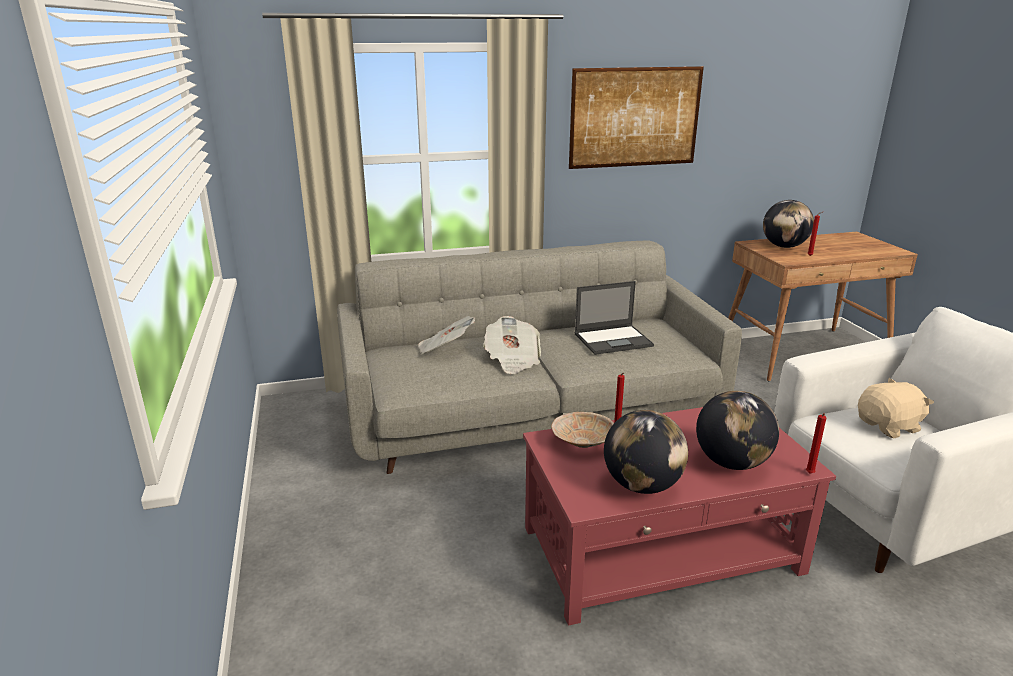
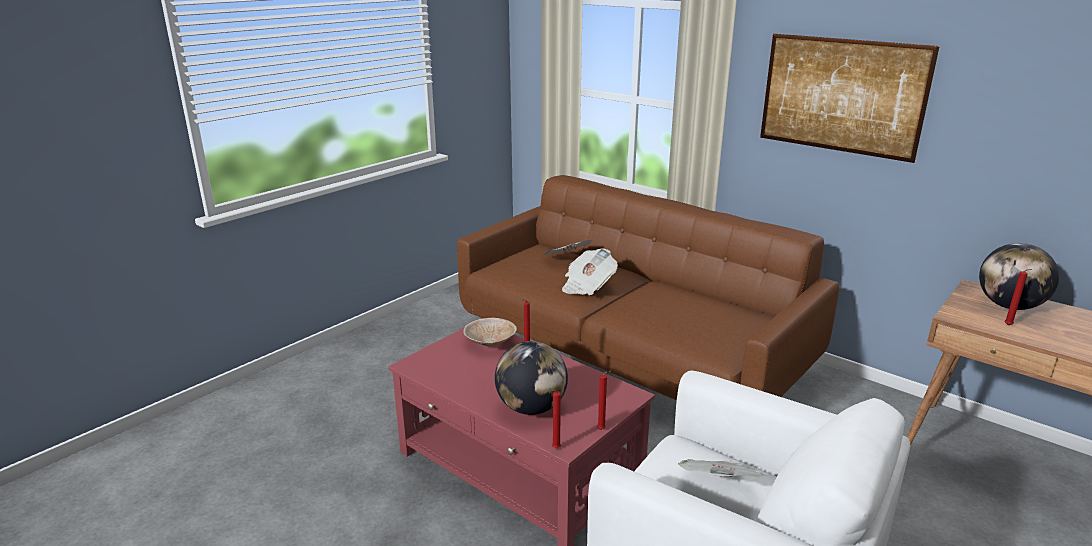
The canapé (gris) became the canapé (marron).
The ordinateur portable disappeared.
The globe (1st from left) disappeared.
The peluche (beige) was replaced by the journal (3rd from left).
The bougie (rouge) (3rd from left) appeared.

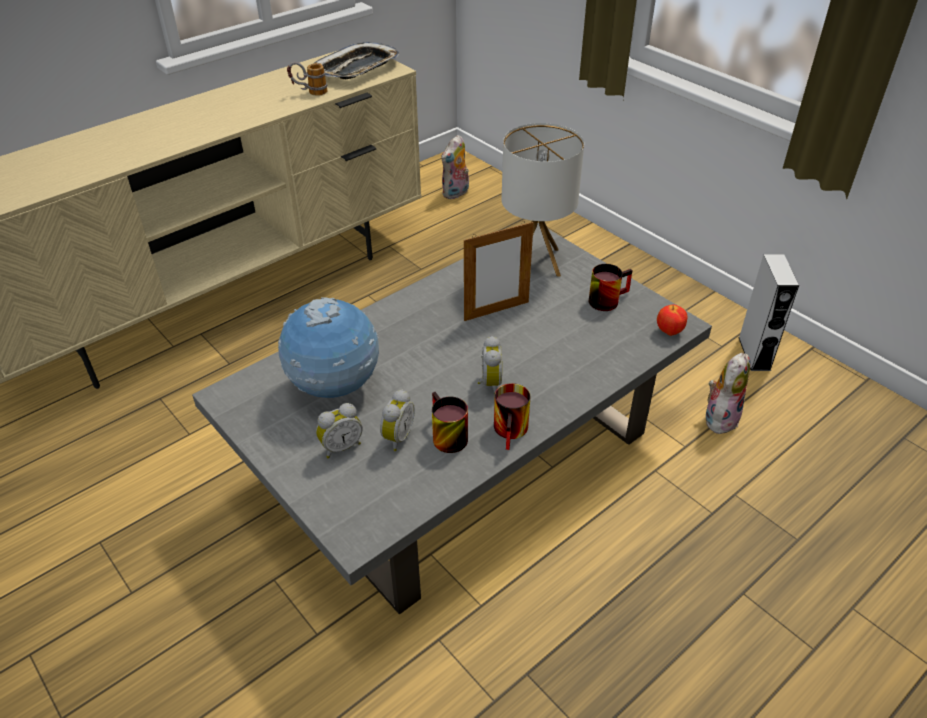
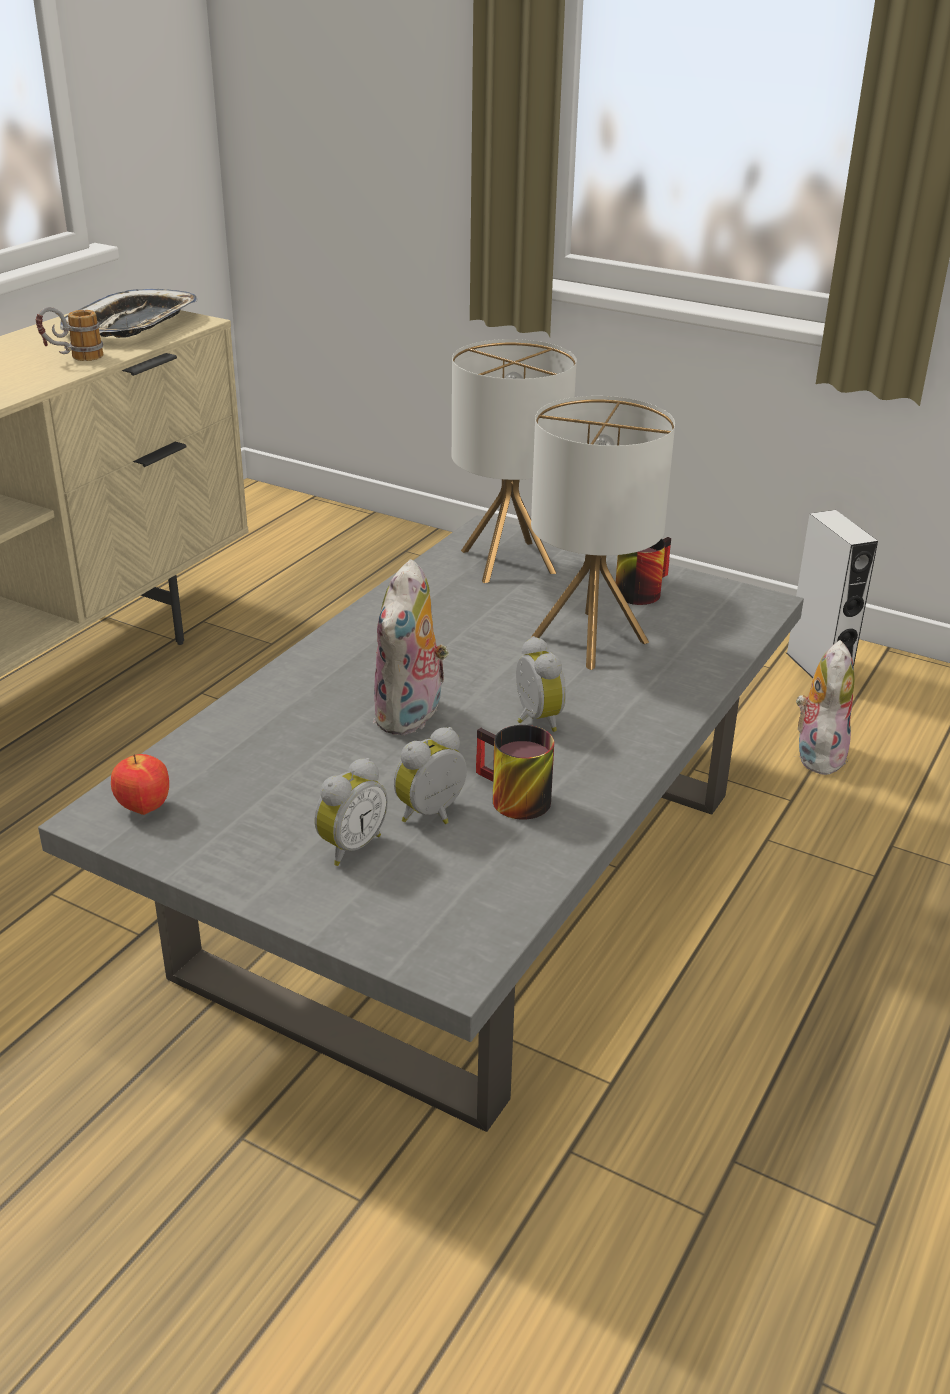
The globe disappeared.
The réveil (2nd from left) turned 135 degrees counterclockwise.
The peluche (1st from left) moved.
The cadre photo disappeared.
The mug (3rd from left) disappeared.
The pomme moved.
The lampe de table (2nd from left) appeared.

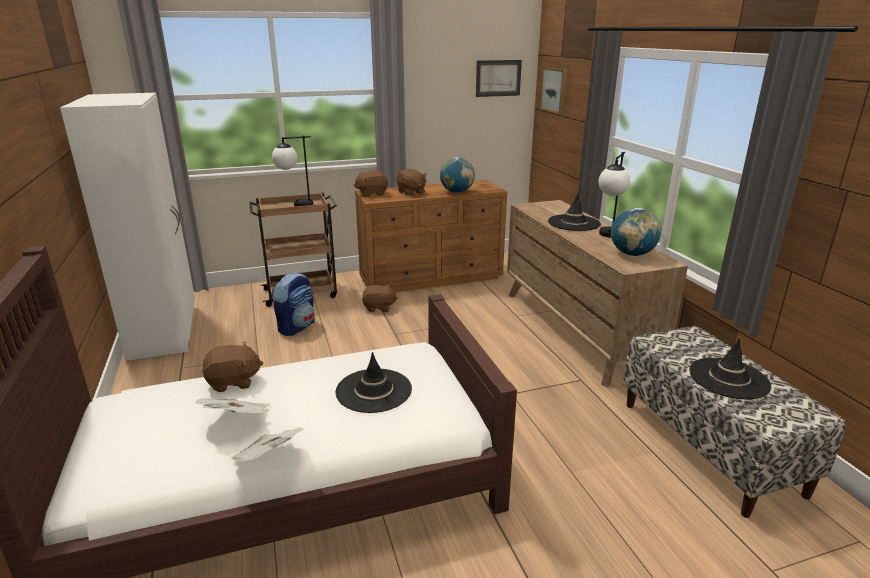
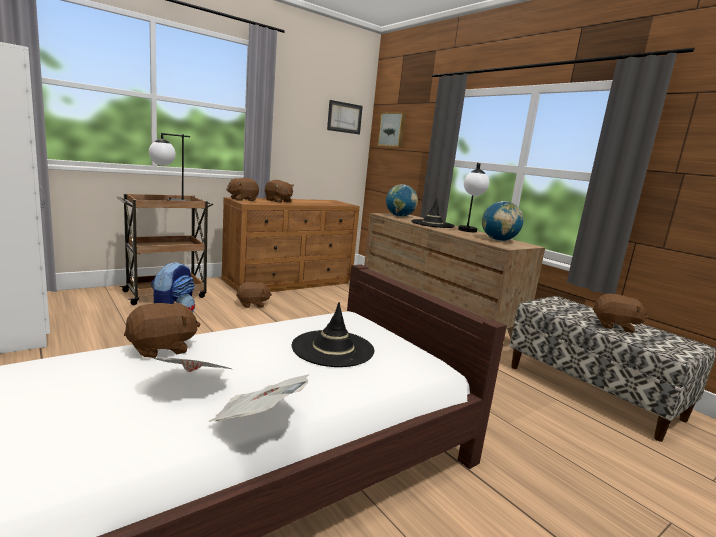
The globe (1st from left) moved.
The chapeau (noir) (3rd from left) was replaced by the peluche (marron) (5th from left).

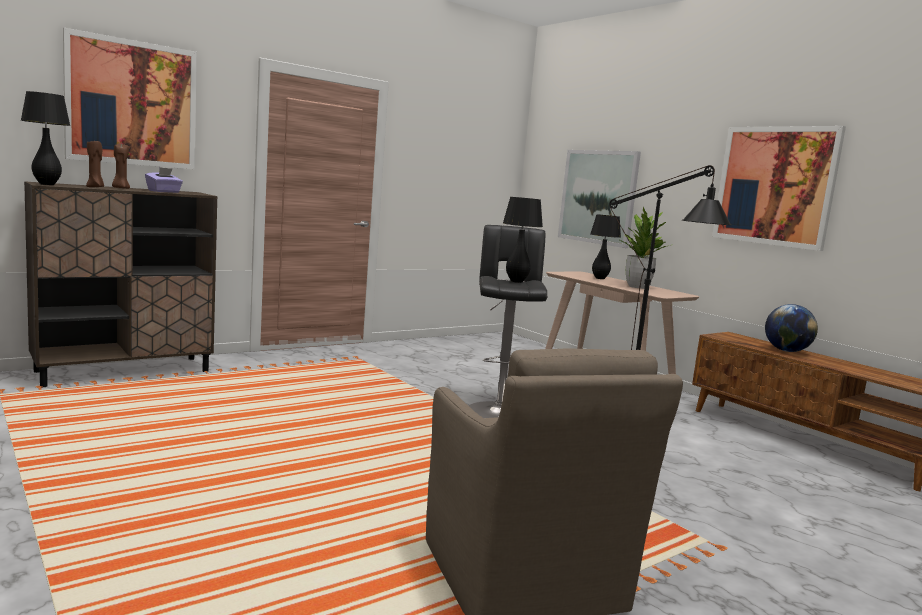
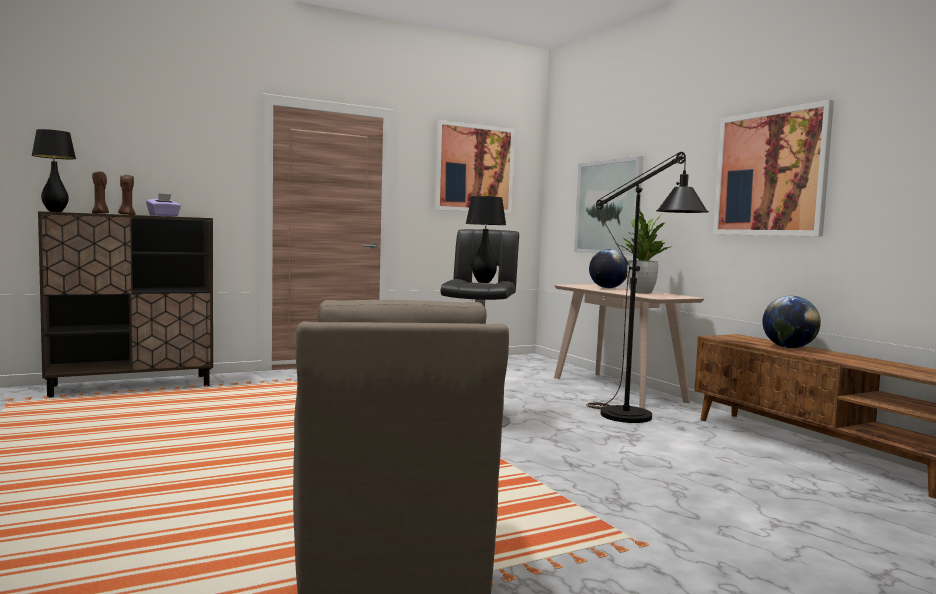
The tableau (1st from left) moved.
The lampe de table (noir) (3rd from left) was replaced by the globe (1st from left).

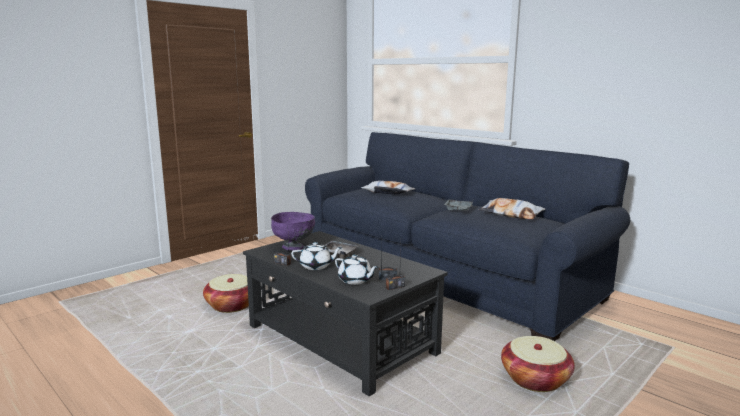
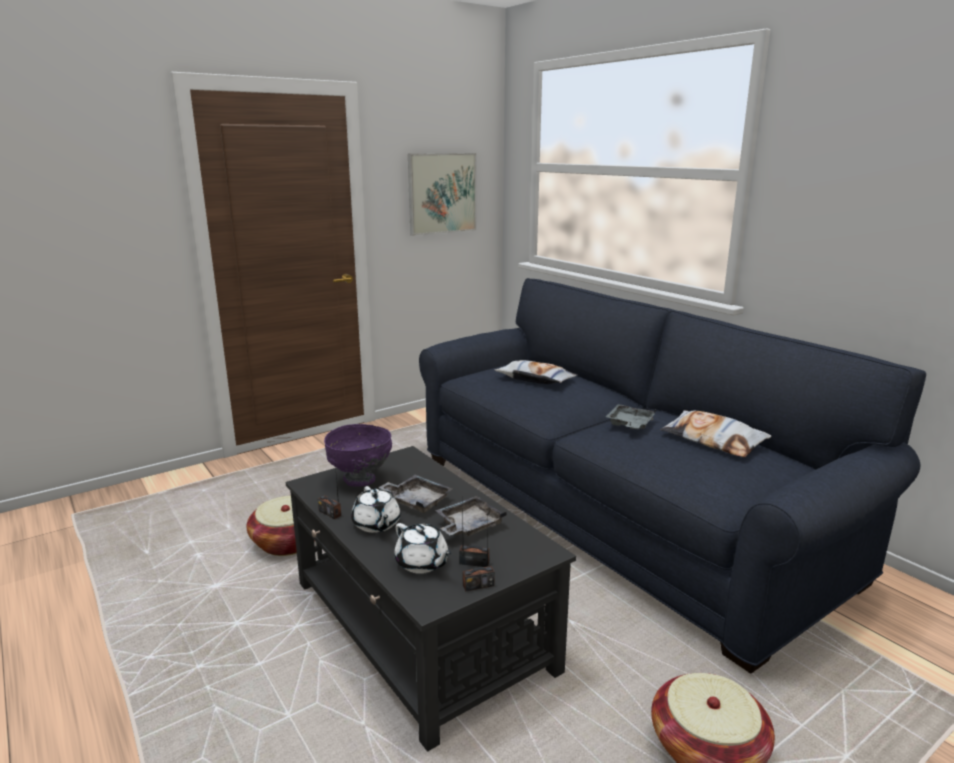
The théière (blanc) (1st from left) turned 60 degrees clockwise.
The tableau appeared.
The plateau (gris) (2nd from left) appeared.

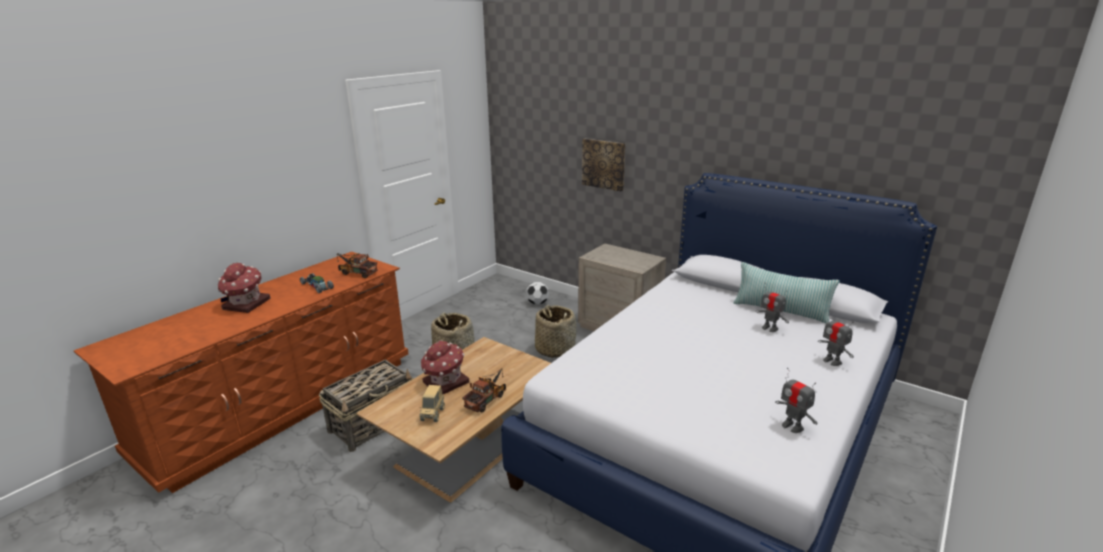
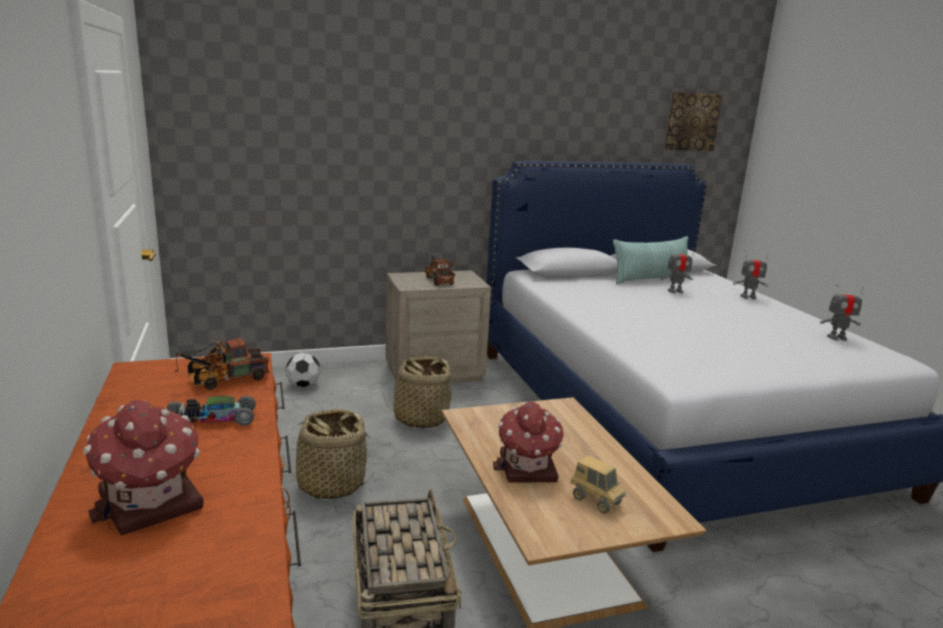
The camion jouet (3rd from left in the first image) moved.
The tableau moved.

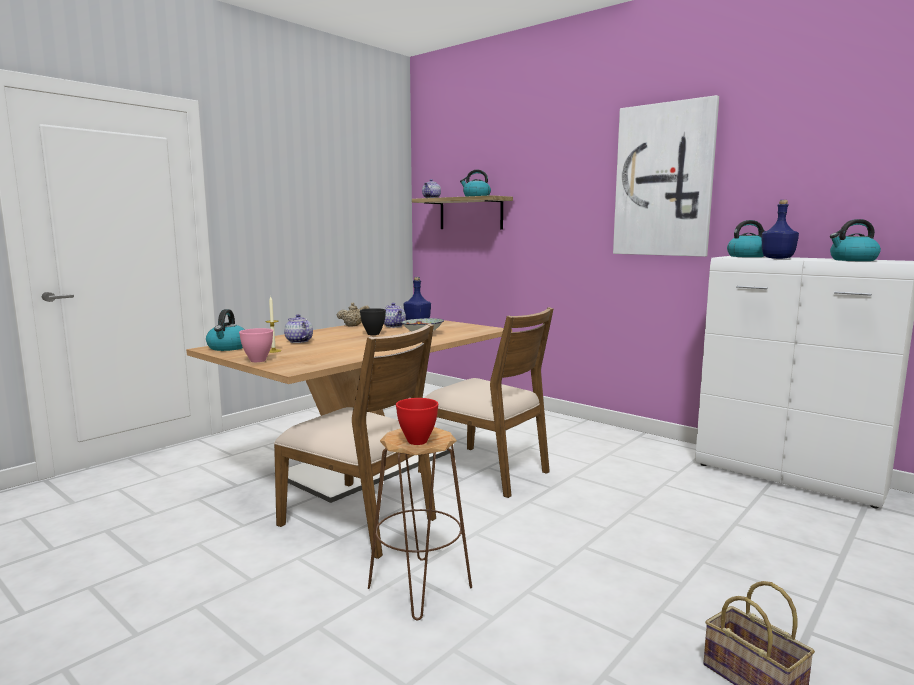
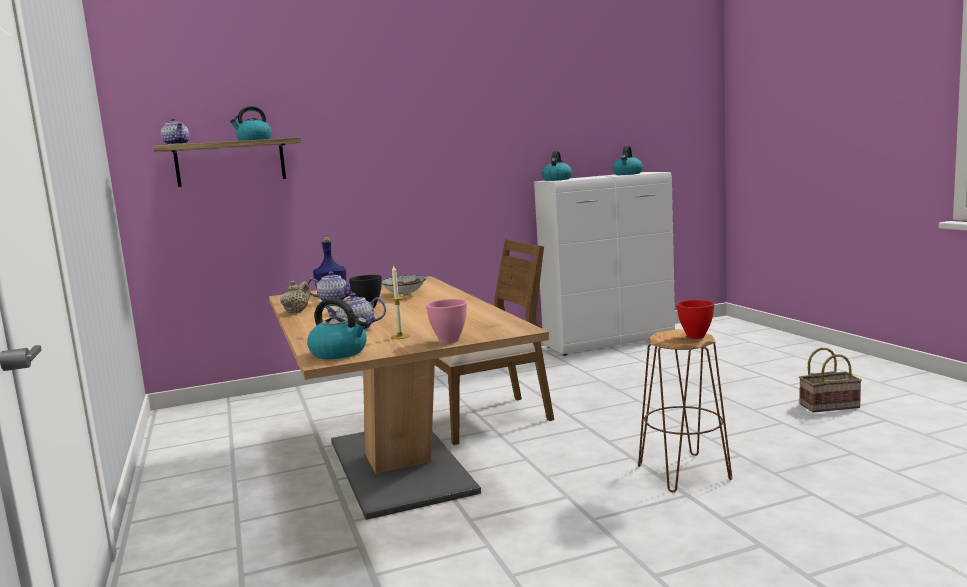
The chaise (marron) (1st from left) disappeared.
The tableau disappeared.
The bouteille (bleu) (2nd from left) disappeared.

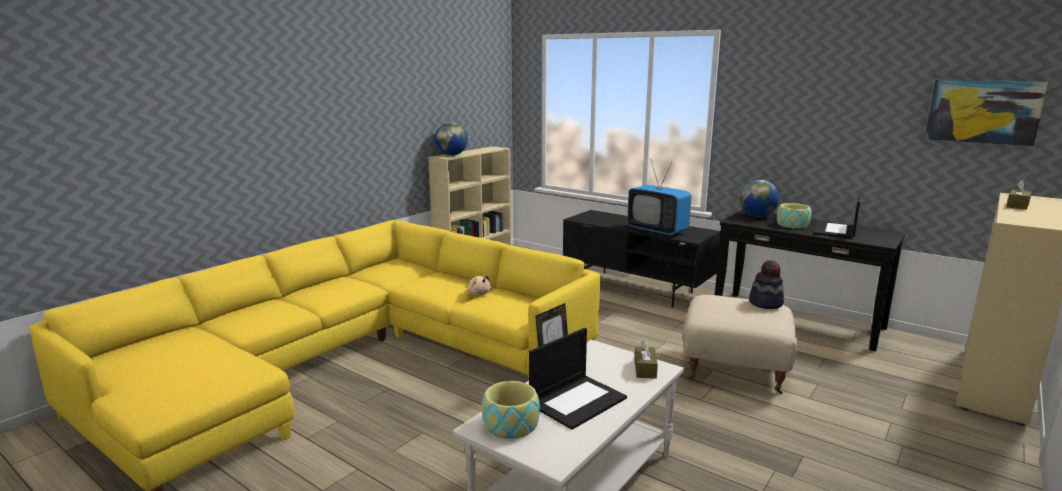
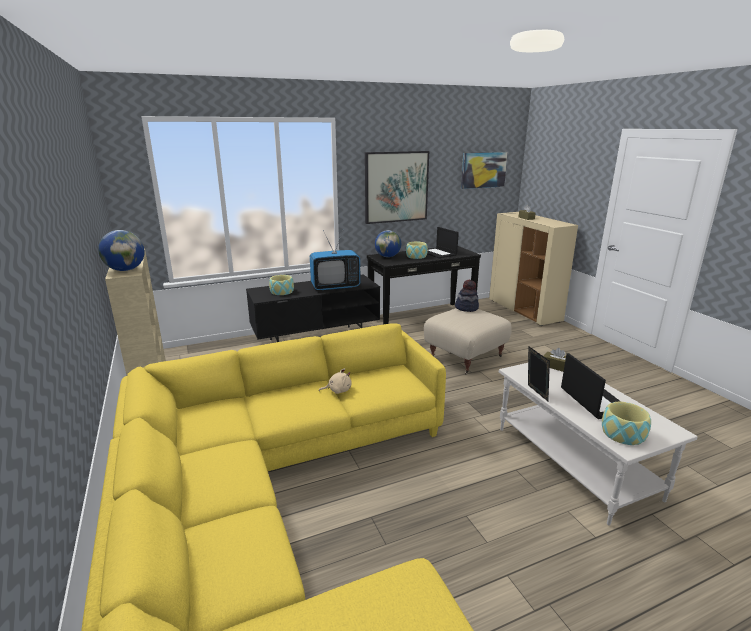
The bol (1st from left) appeared.
The tableau (1st from left) appeared.

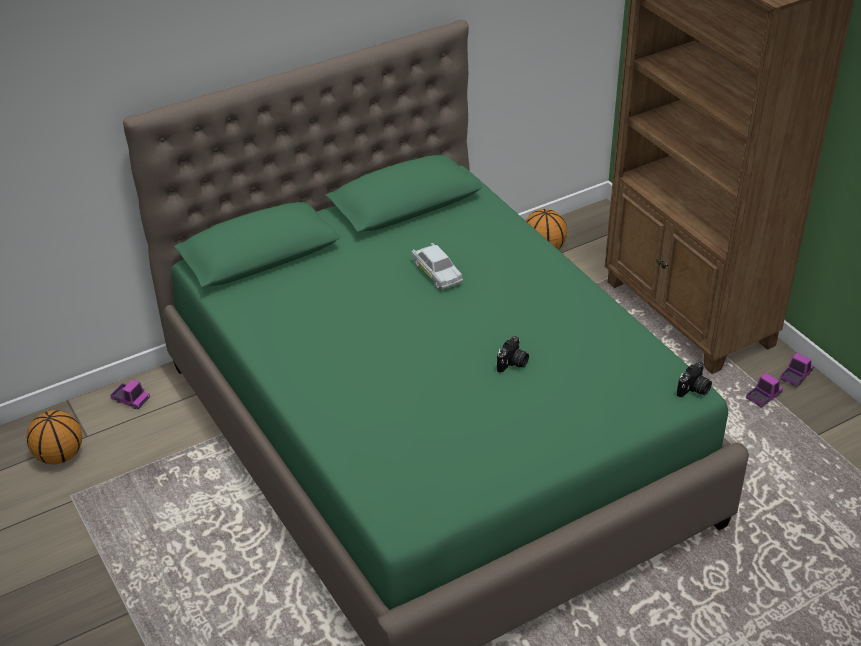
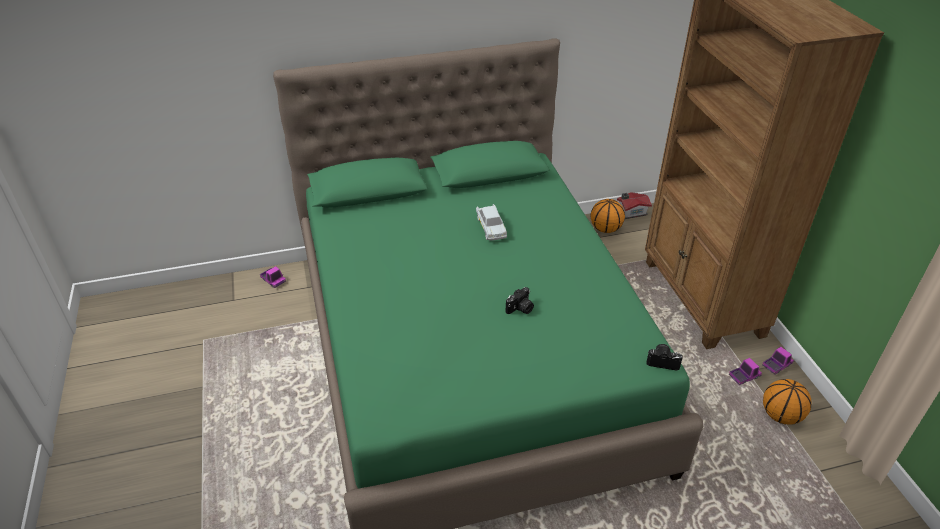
The ballon de basket (1st from left in the first image) moved.
The appareil photo (2nd from left) turned 135 degrees counterclockwise.
The maison miniature appeared.

